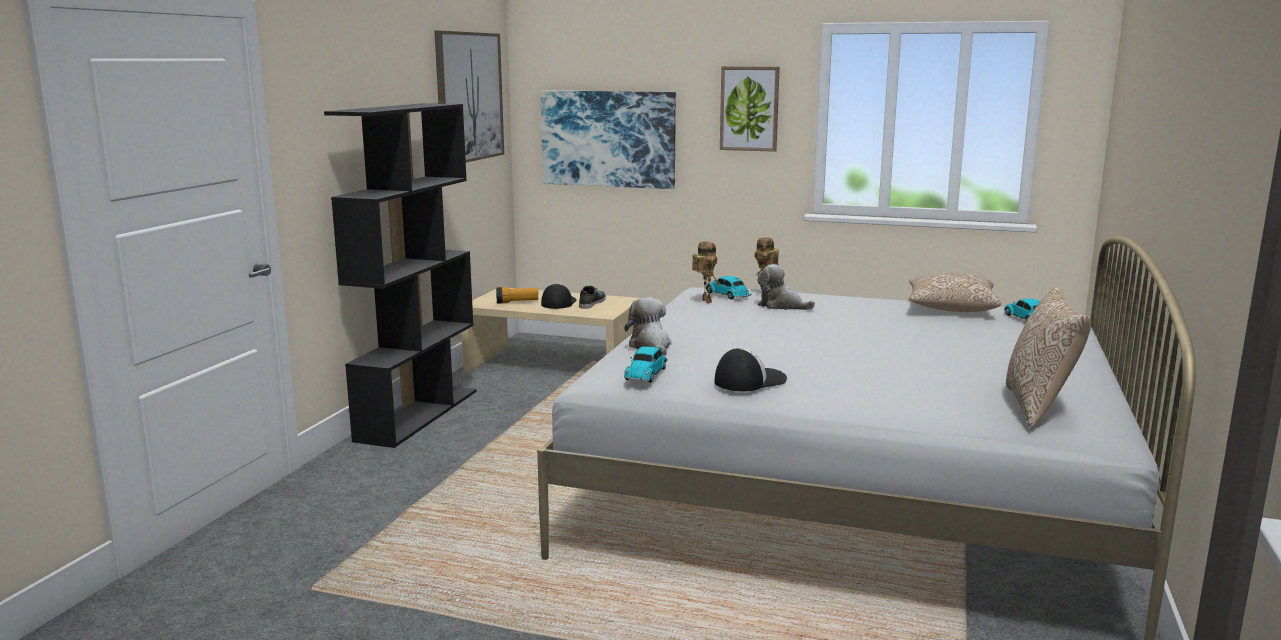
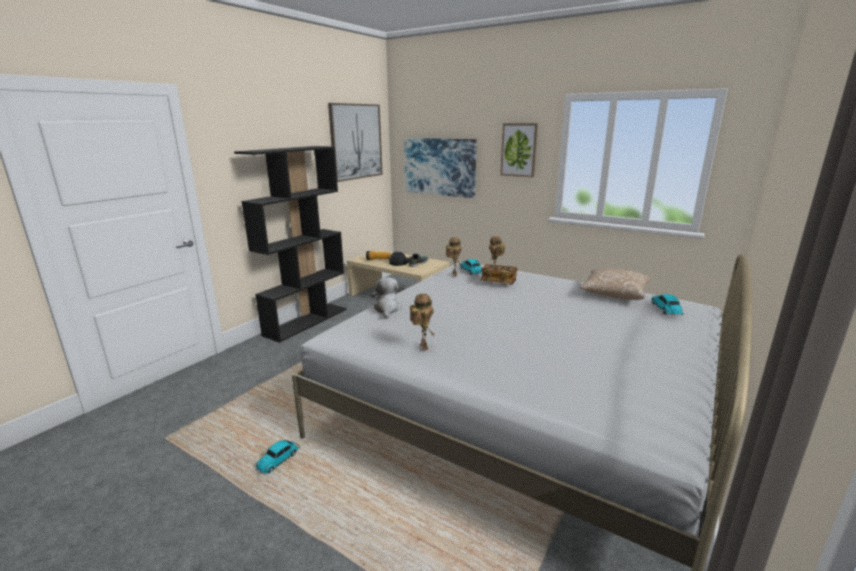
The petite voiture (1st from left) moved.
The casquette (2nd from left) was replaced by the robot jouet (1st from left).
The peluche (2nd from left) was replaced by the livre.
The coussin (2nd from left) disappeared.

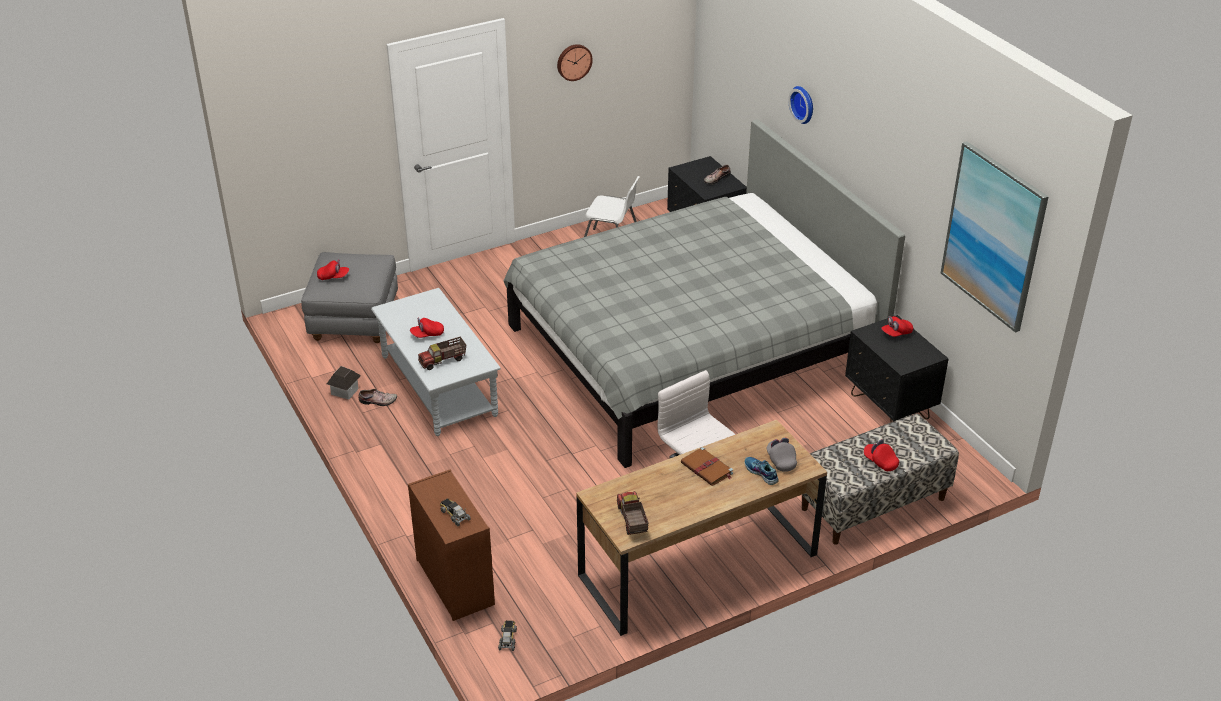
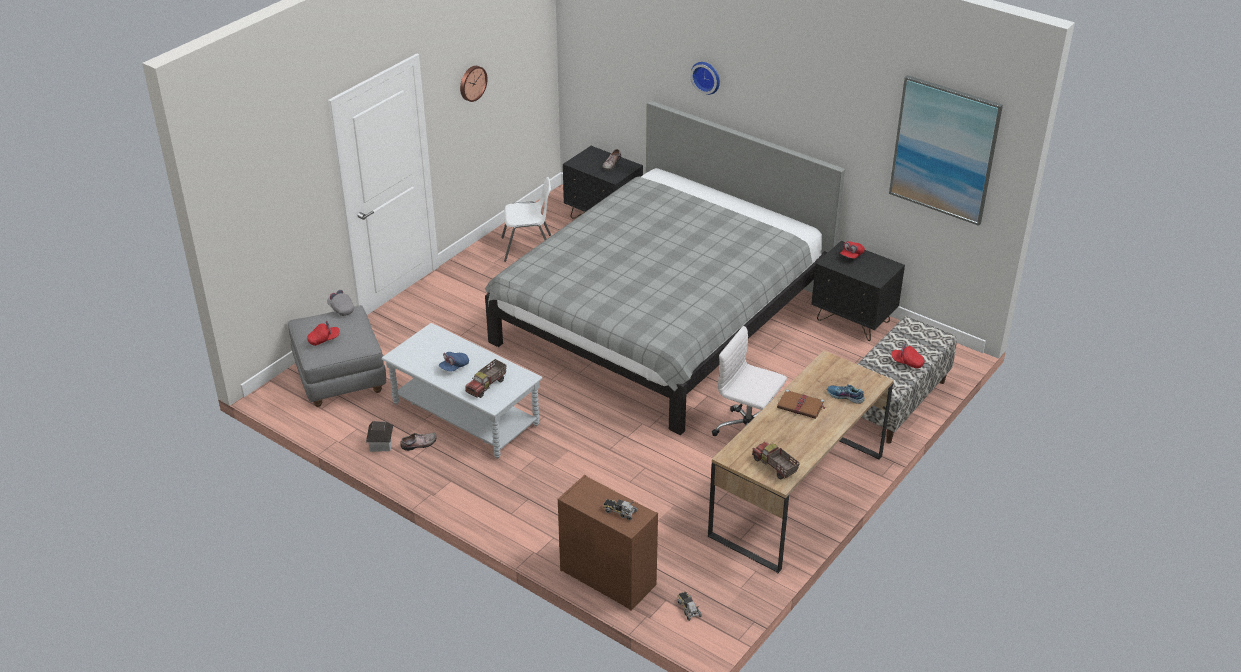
The casquette (rouge) (2nd from left) became the casquette (bleu).
The casquette (gris) moved.

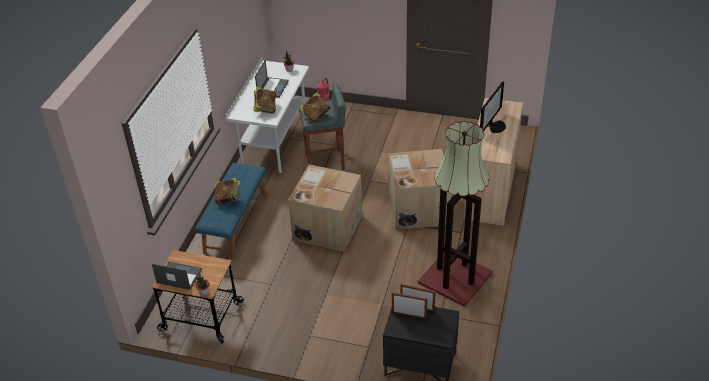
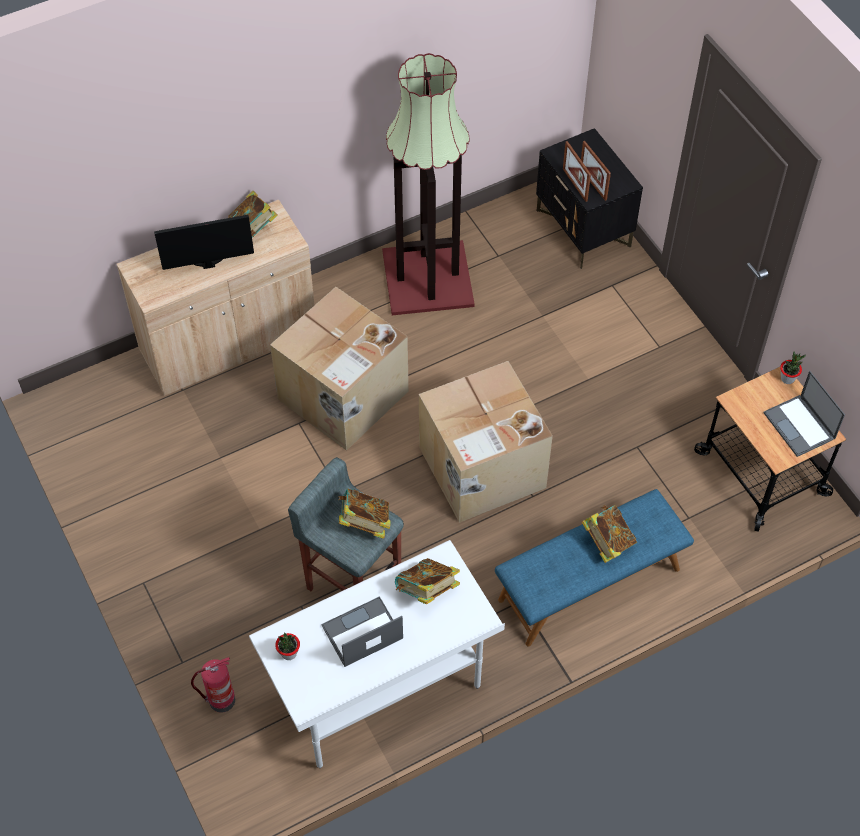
The livre (1st from left) appeared.

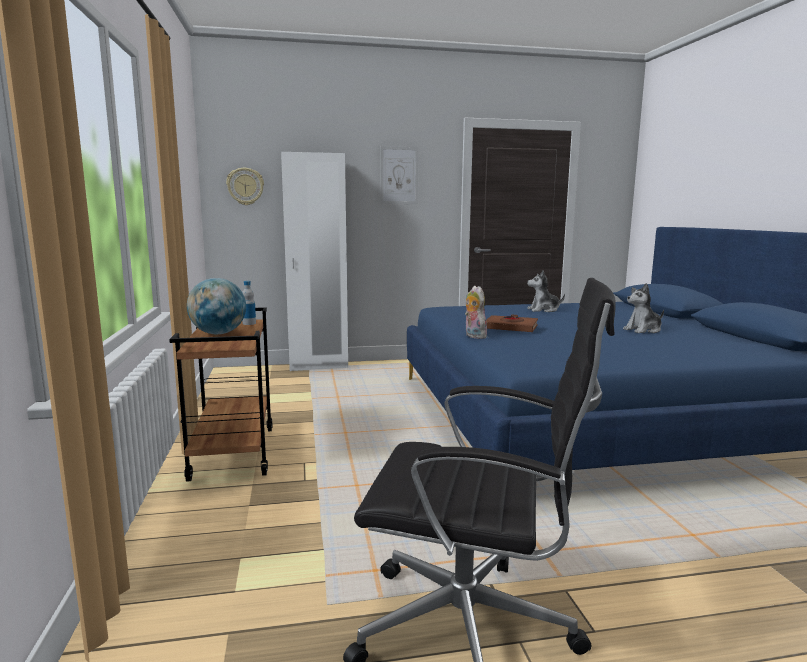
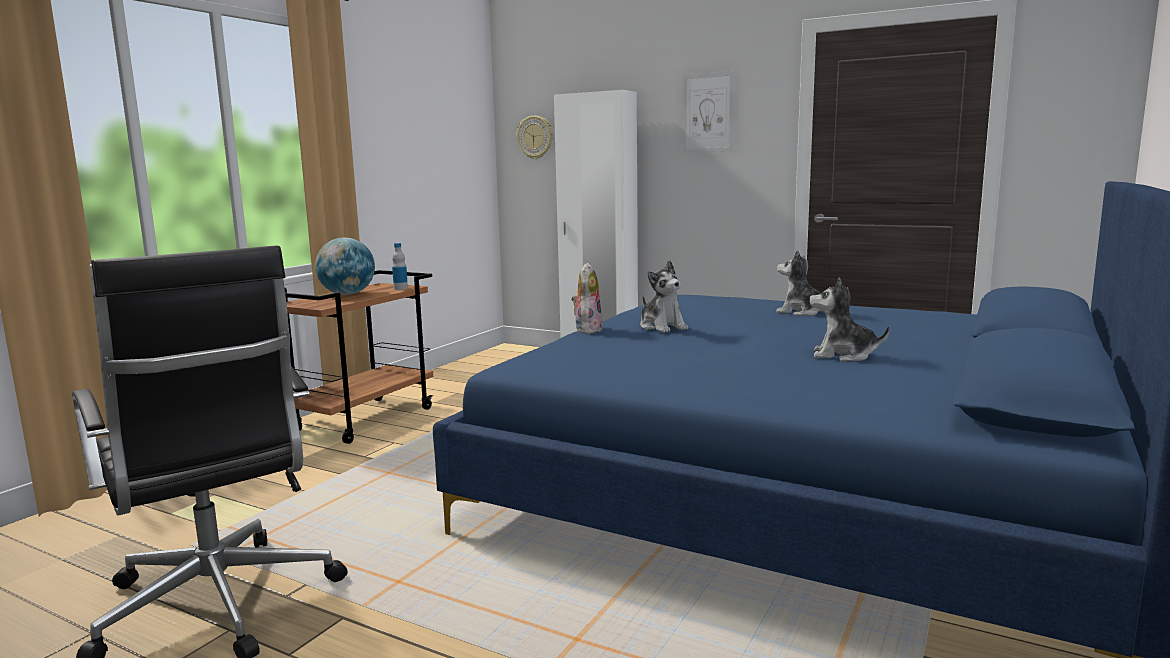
The livre (marron) was replaced by the peluche (2nd from left).

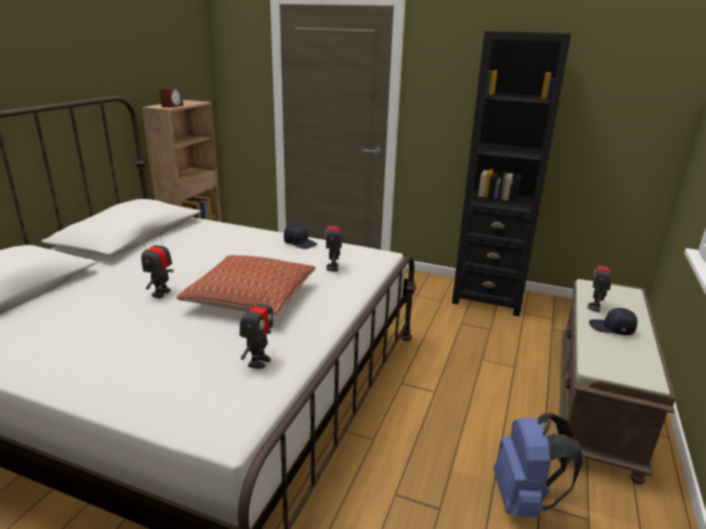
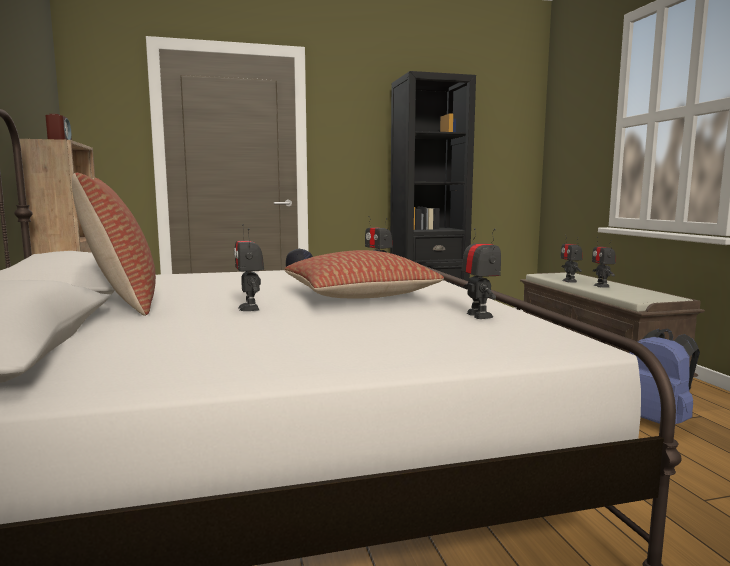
The casquette (noir) (2nd from left) was replaced by the robot jouet (5th from left).
The coussin (1st from left) appeared.

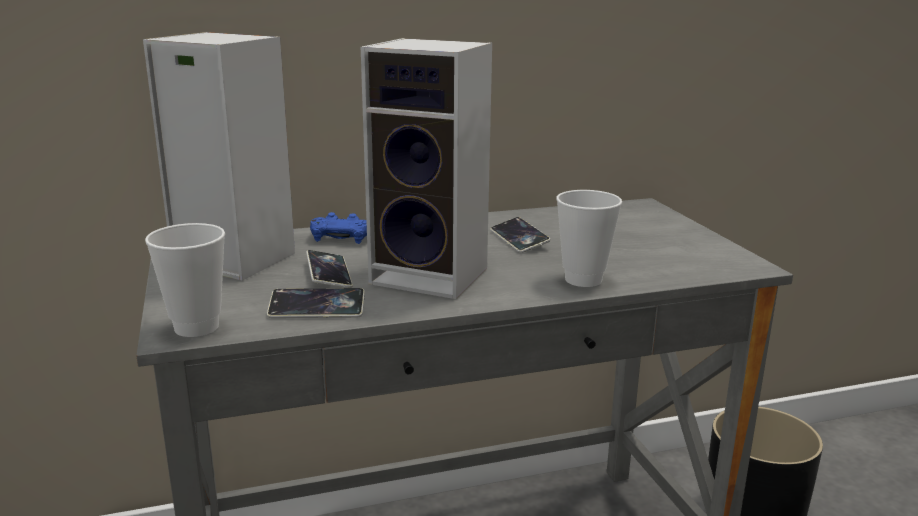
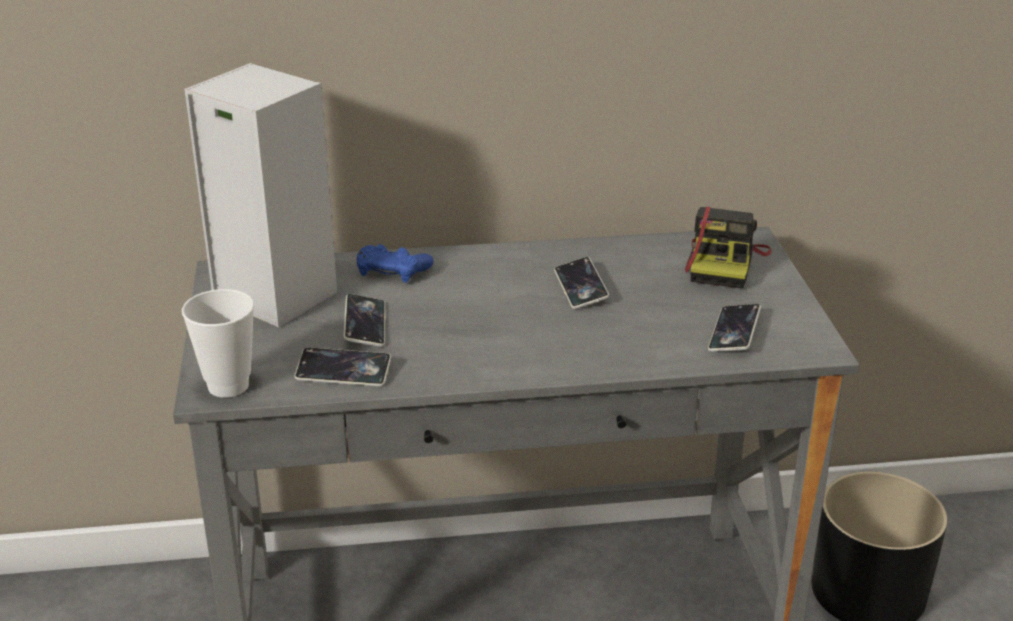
The enceinte (2nd from left) disappeared.
The tasse (2nd from left) disappeared.
The appareil photo appeared.
The téléphone (4th from left) appeared.

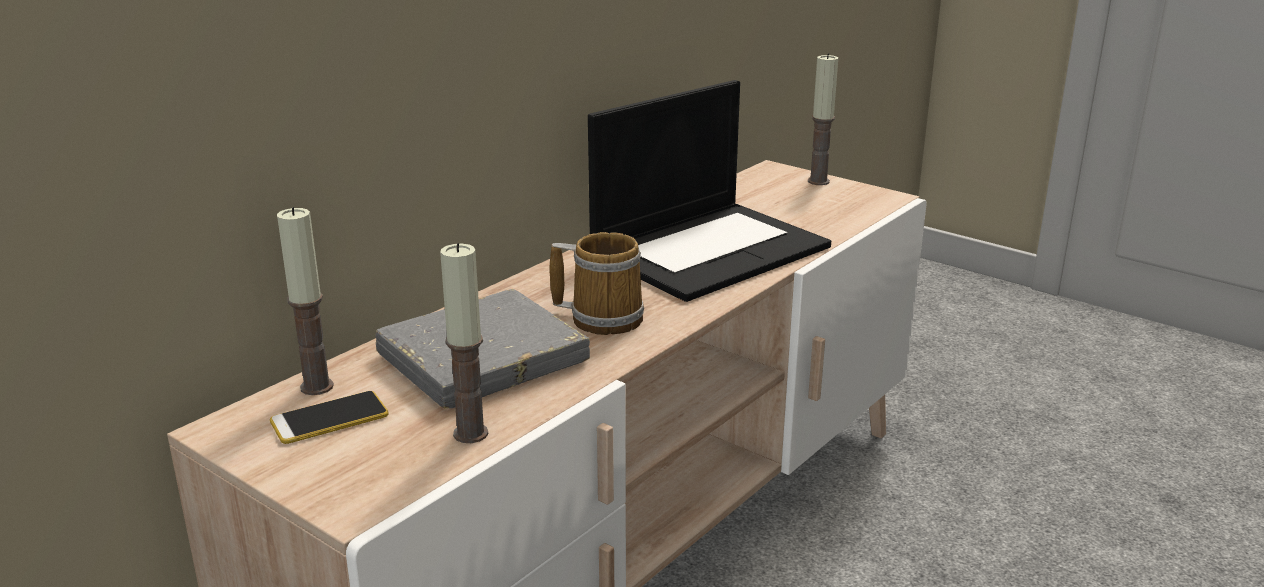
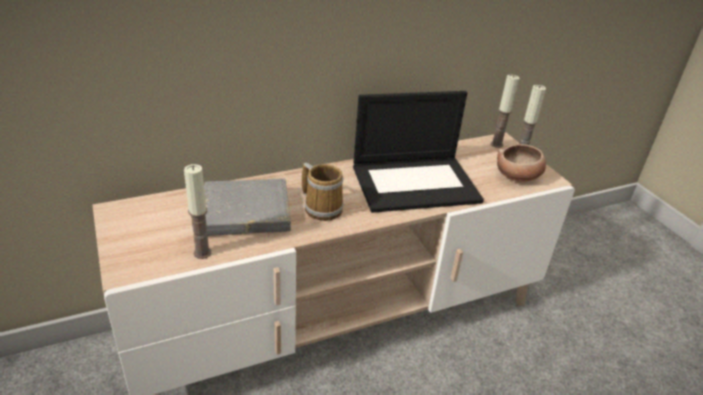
The téléphone disappeared.
The bougie (1st from left in the first image) moved.
The bol appeared.

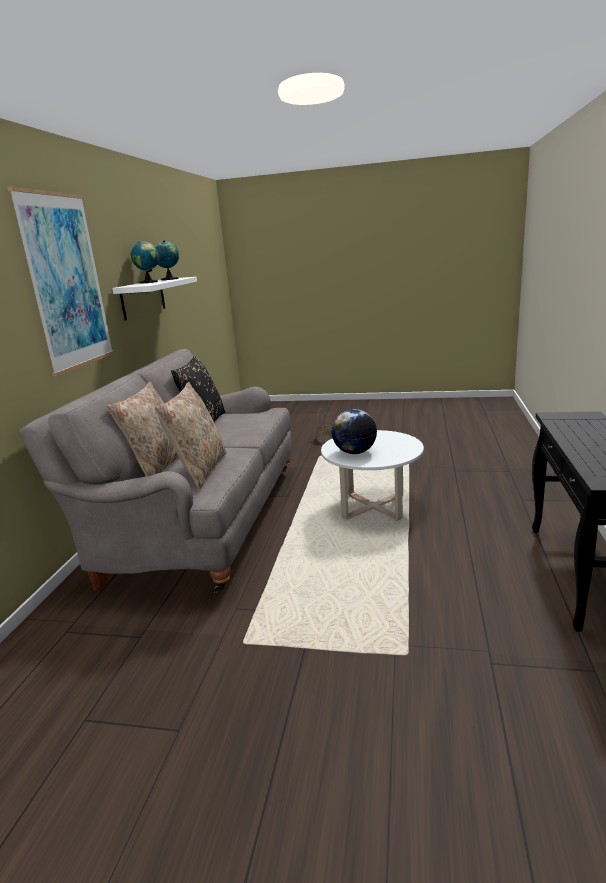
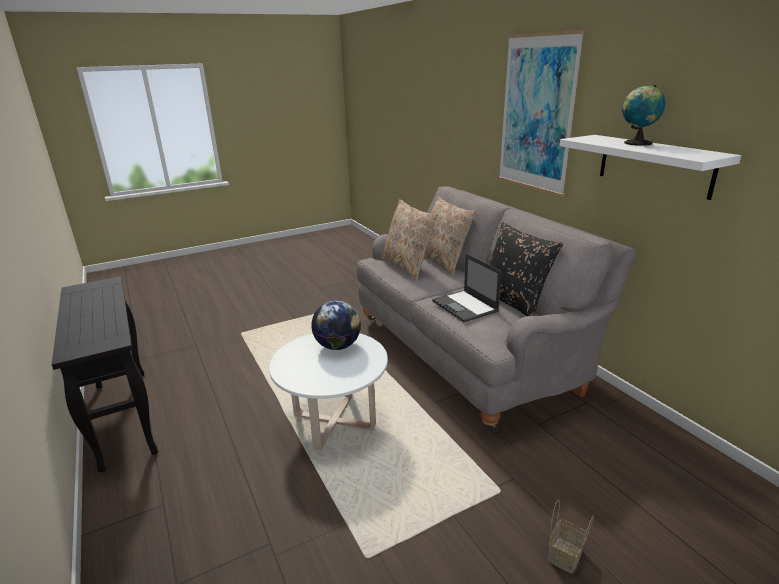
The globe (2nd from left) disappeared.
The ordinateur portable appeared.

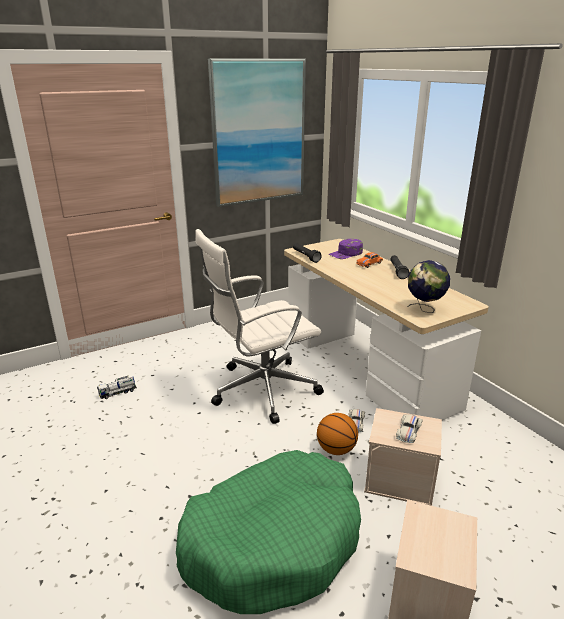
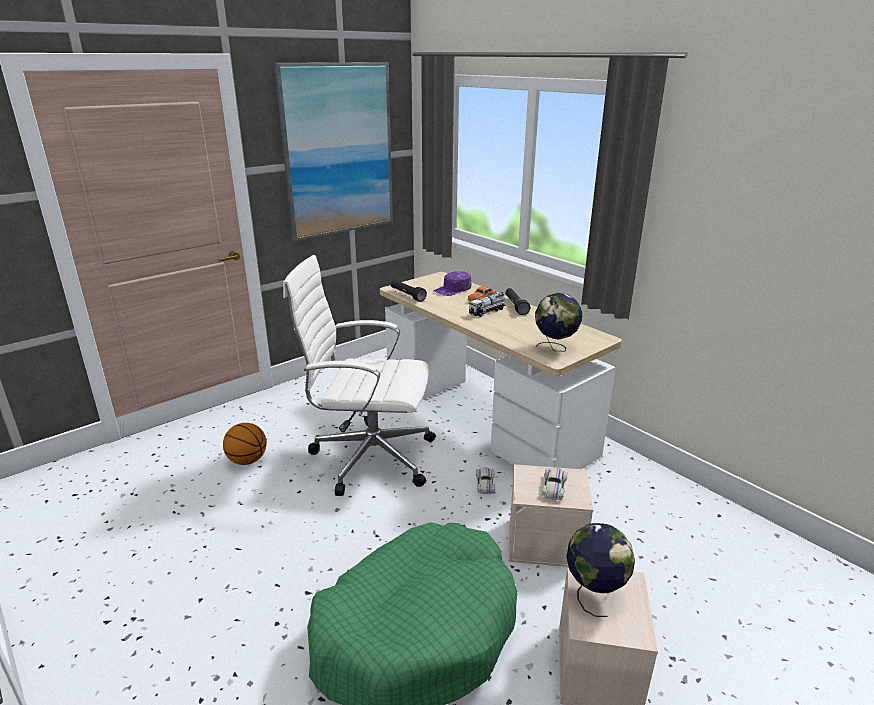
The camion jouet moved.
The chaise de bureau (blanc) turned 45 degrees clockwise.
The ballon de basket moved.
The globe (2nd from left) appeared.

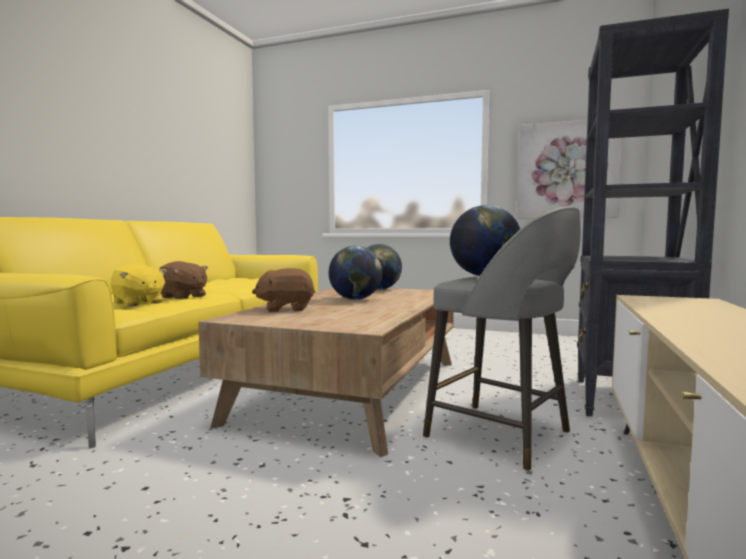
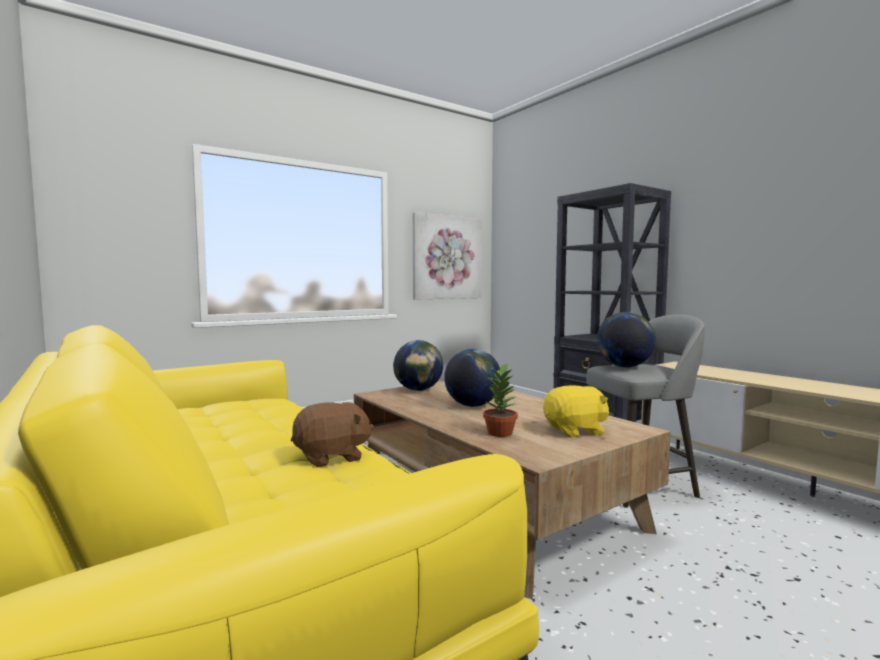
The peluche (jaune) moved.
The peluche (marron) (2nd from left) was replaced by the plante en pot.

